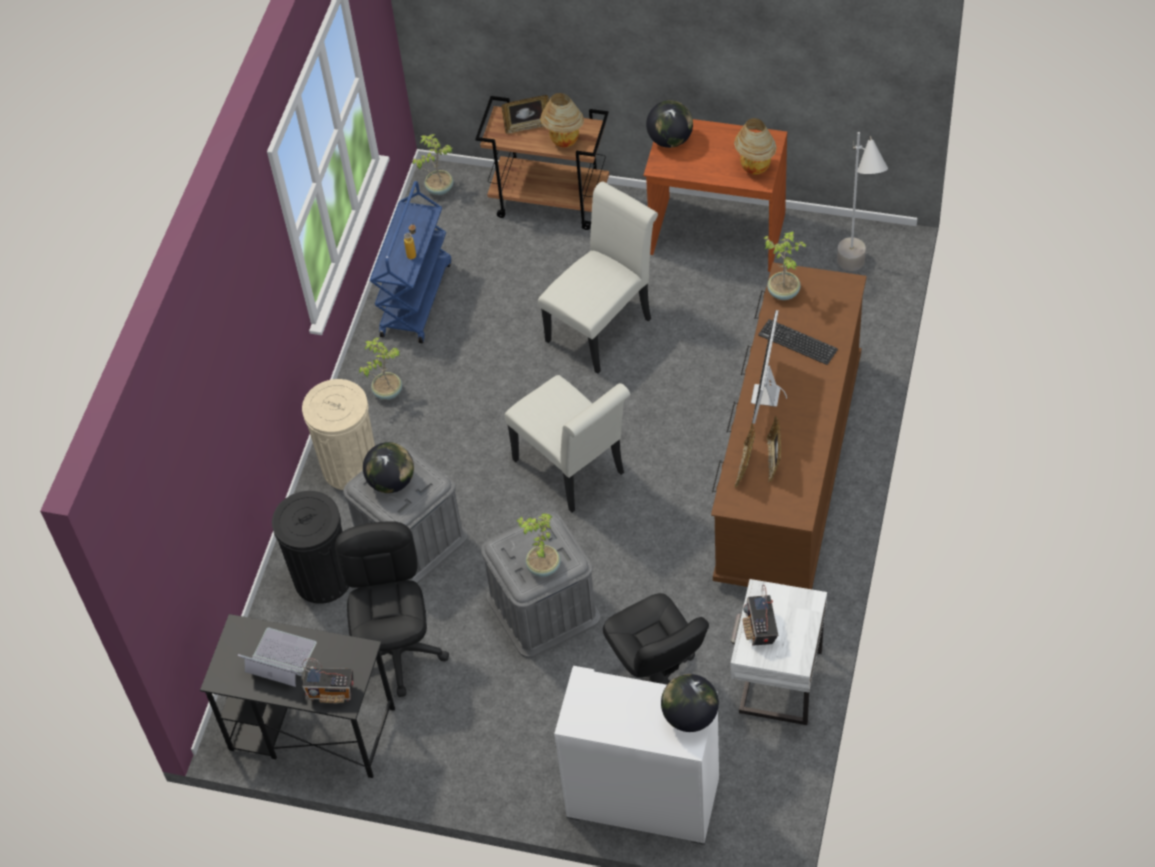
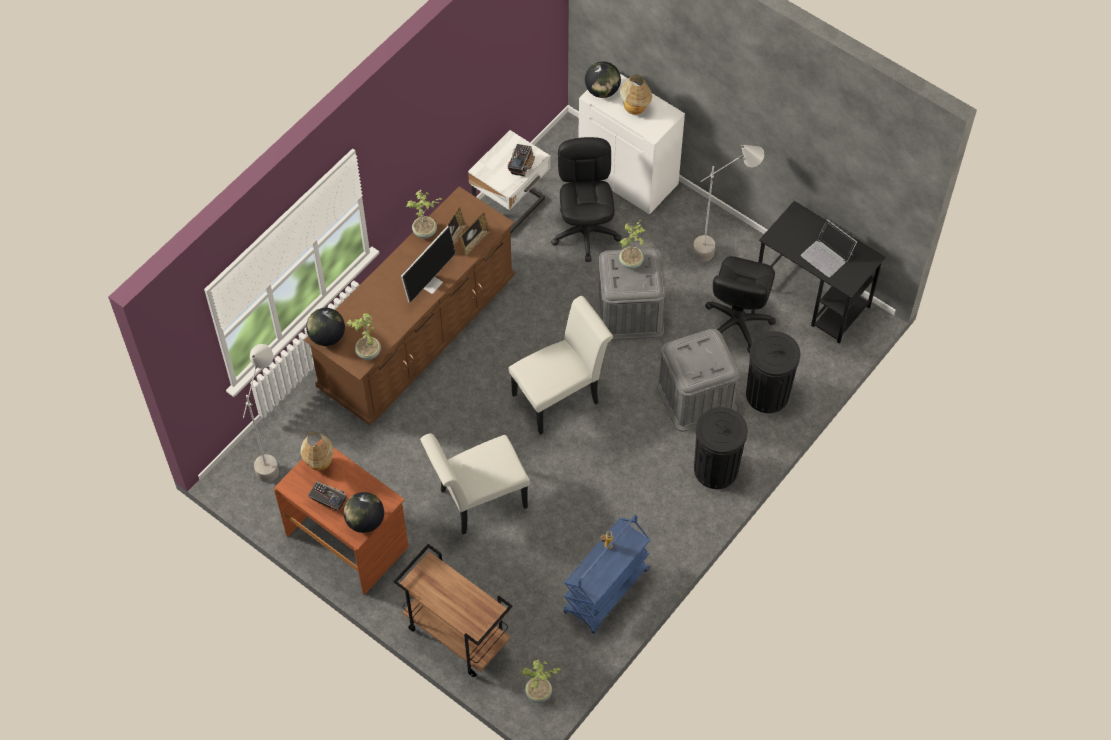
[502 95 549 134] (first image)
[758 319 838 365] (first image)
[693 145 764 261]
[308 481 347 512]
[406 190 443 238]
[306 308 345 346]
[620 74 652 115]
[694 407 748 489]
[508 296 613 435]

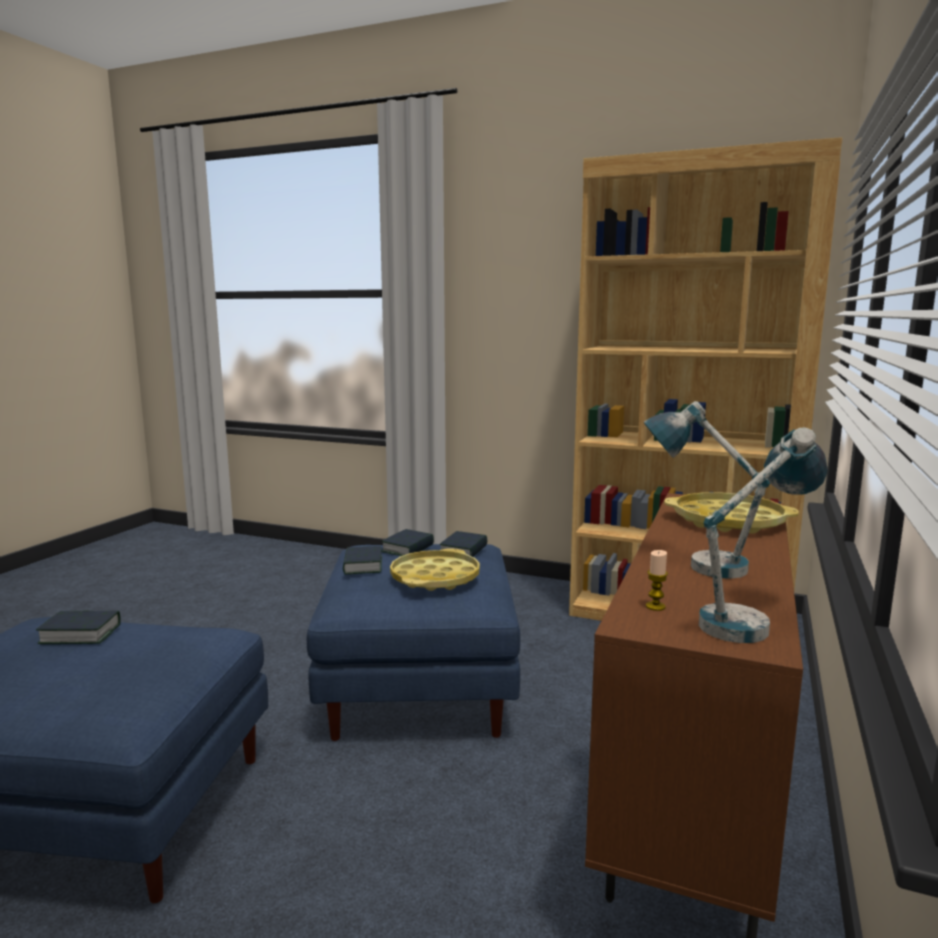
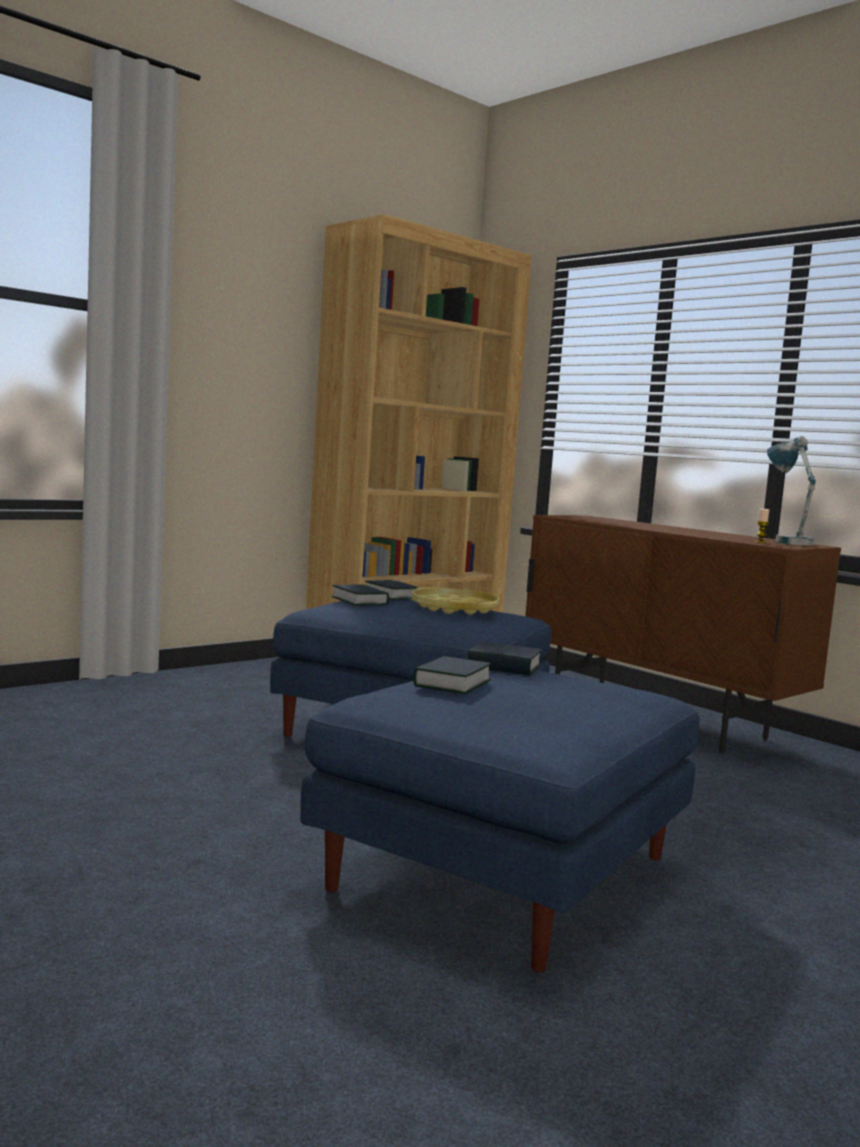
[644 401 770 579] (first image)
[664 492 799 534] (first image)
[467 642 542 676]

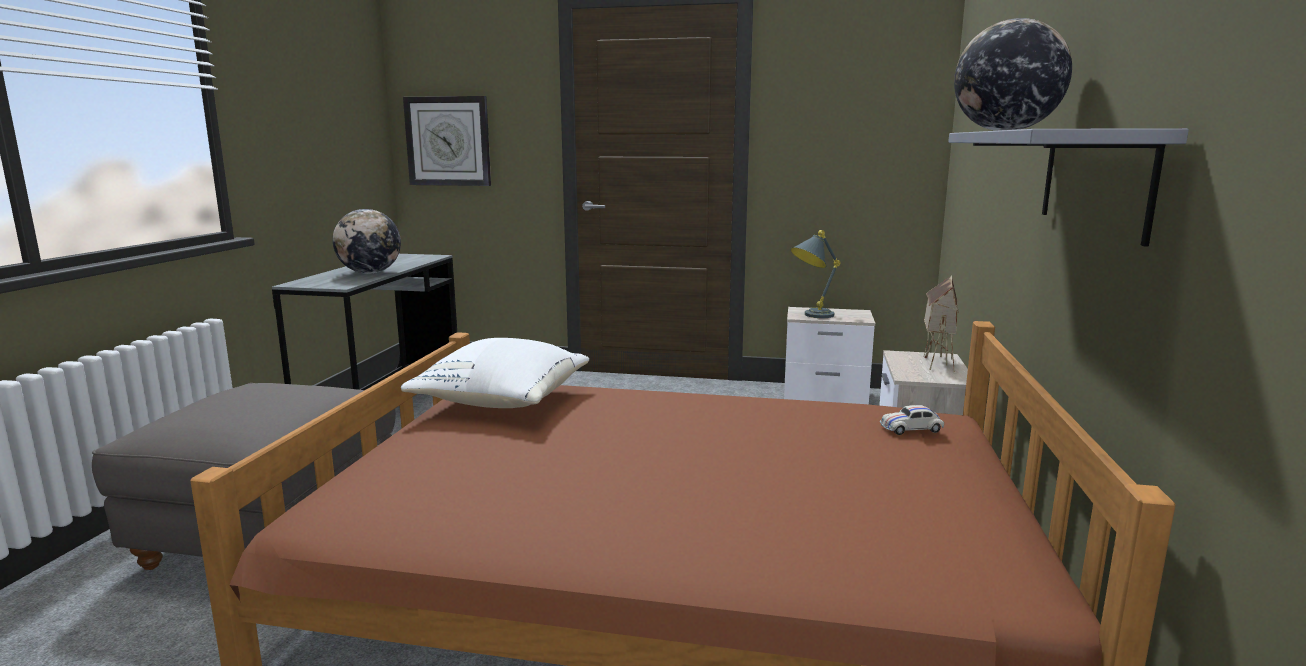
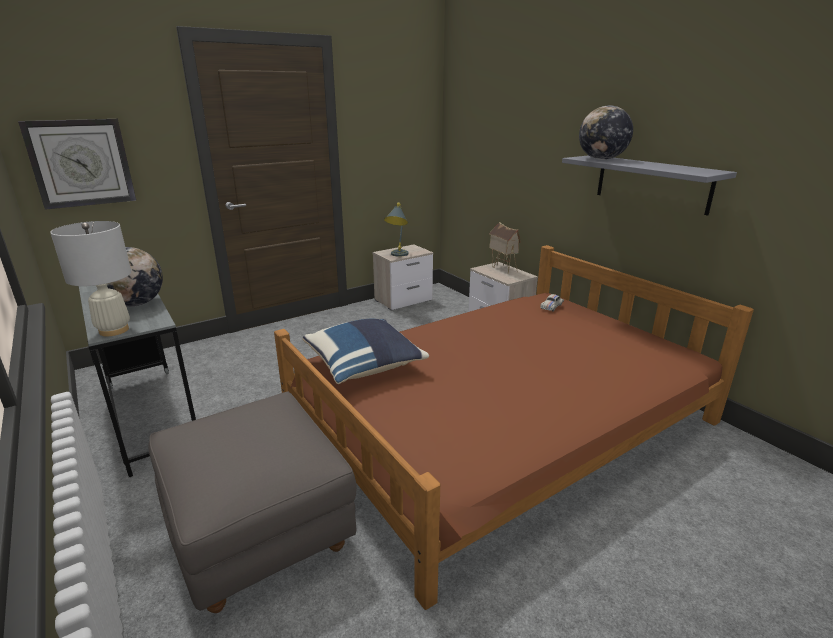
[50 221 131 336]
[303 319 429 384]

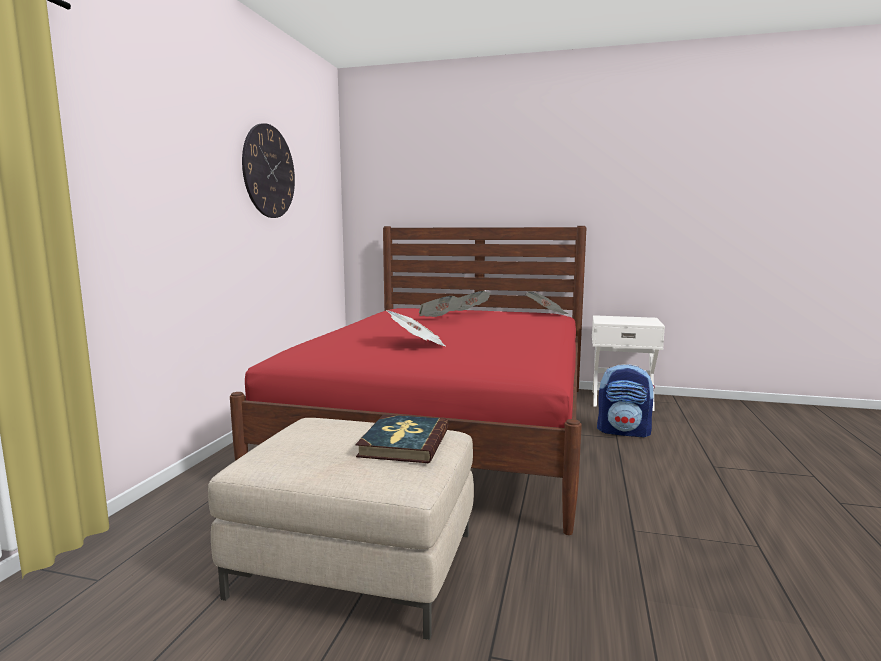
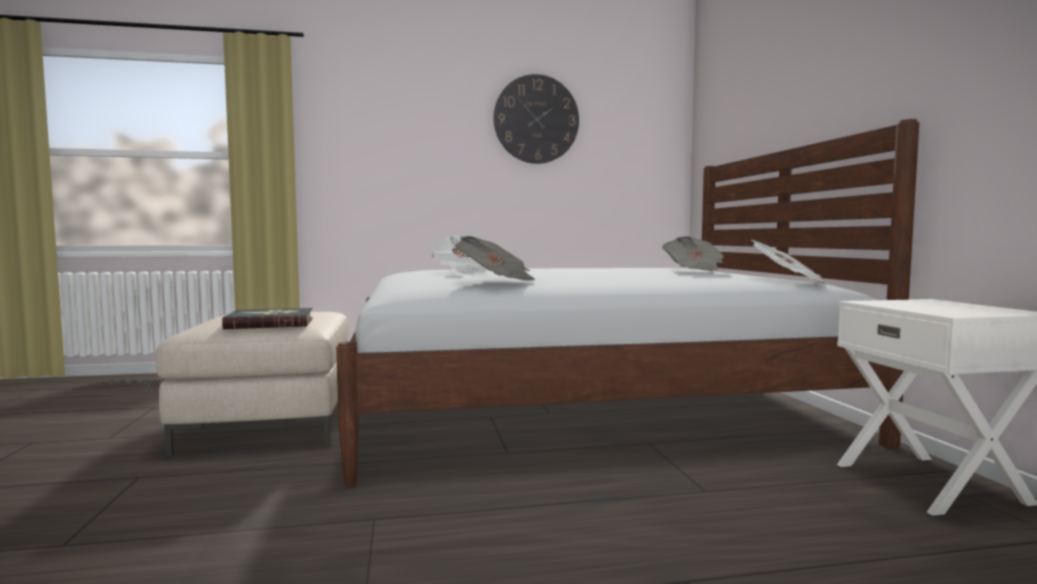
[597 364 655 438] (first image)
[455 236 535 281]
[336 119 919 487]

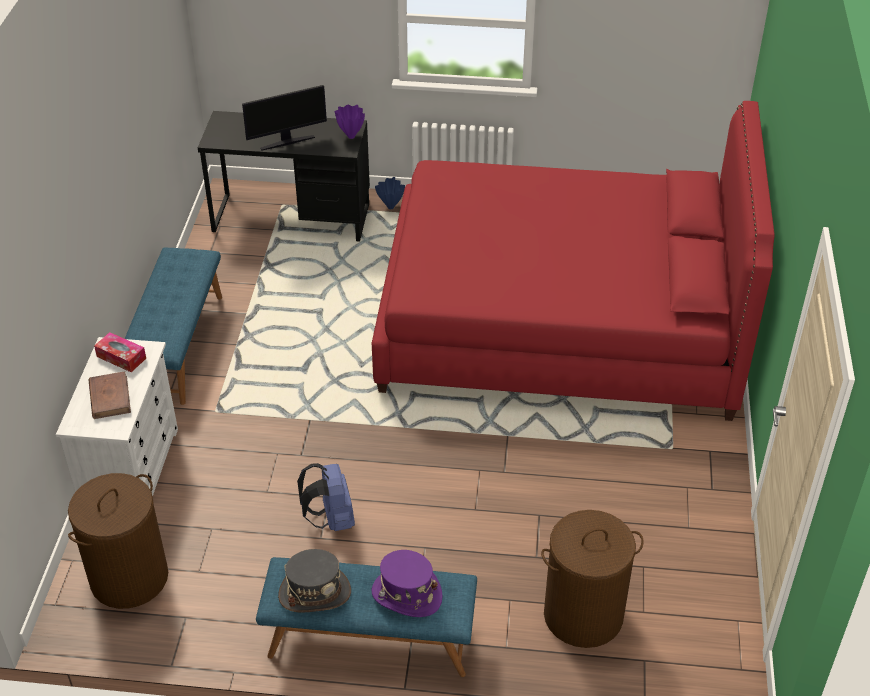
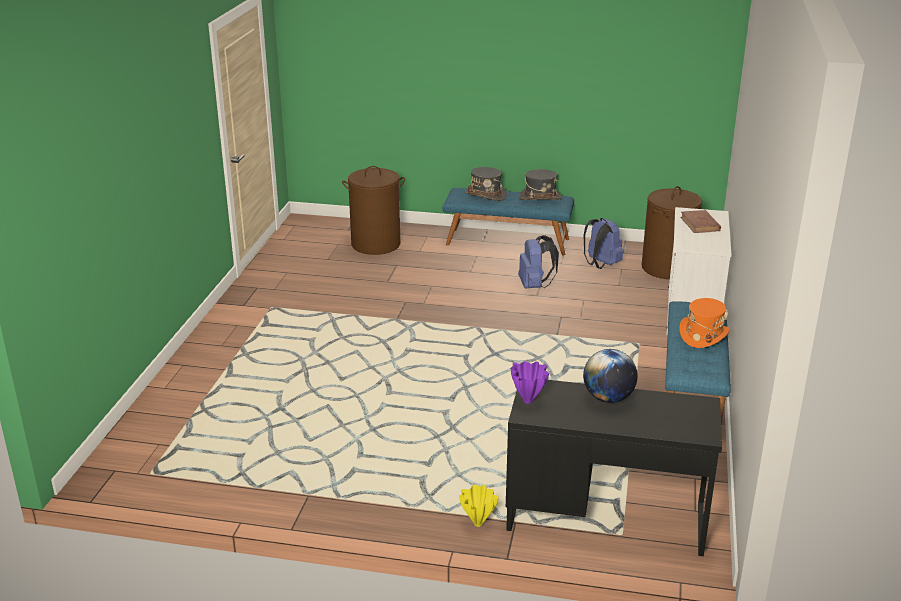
[94 332 146 372] (first image)
[372 101 775 421] (first image)
[583 218 623 269]
[679 298 730 348]
[583 349 638 403]
[465 167 507 201]
[459 484 499 527]

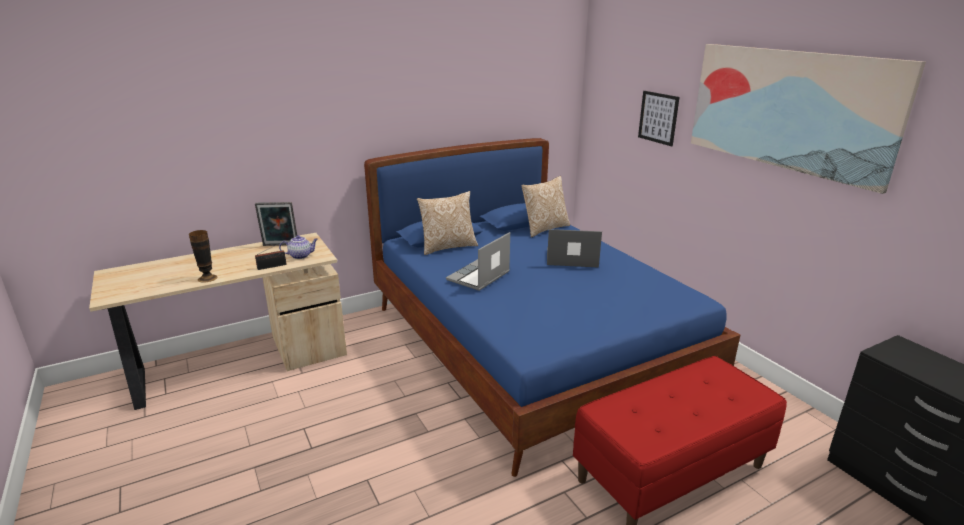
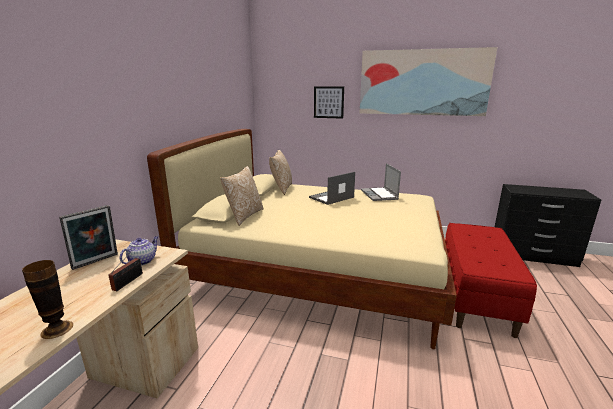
[361 163 401 201]
[147 129 457 349]

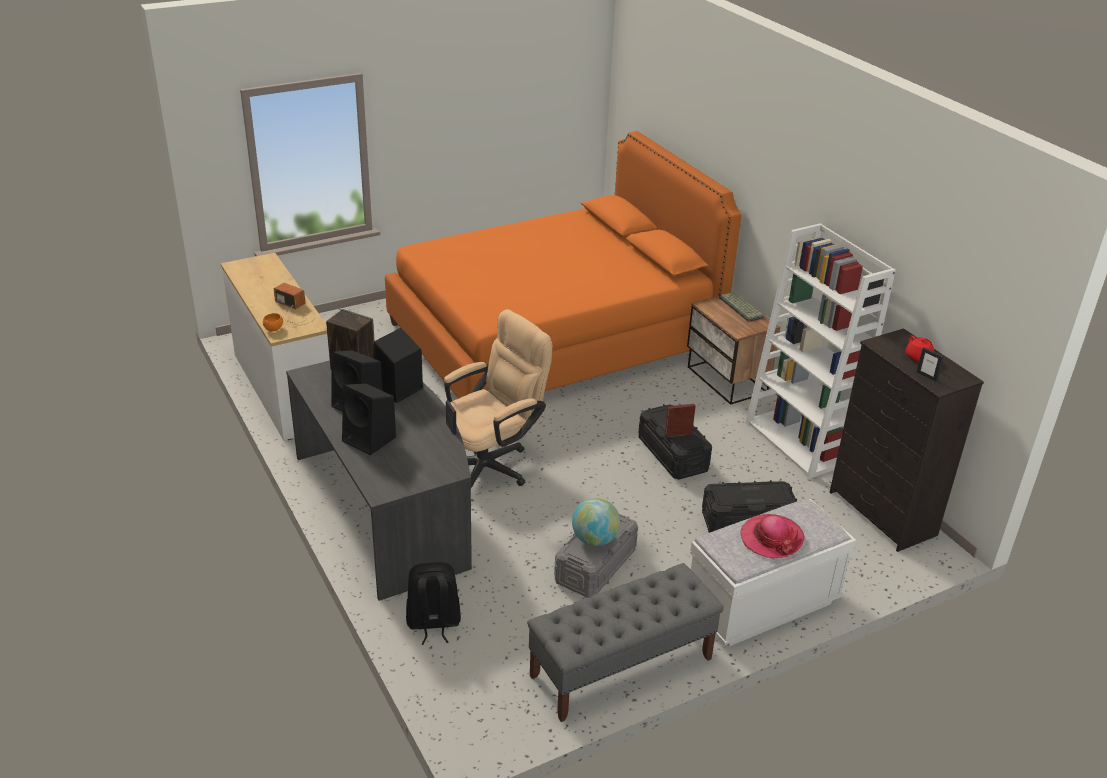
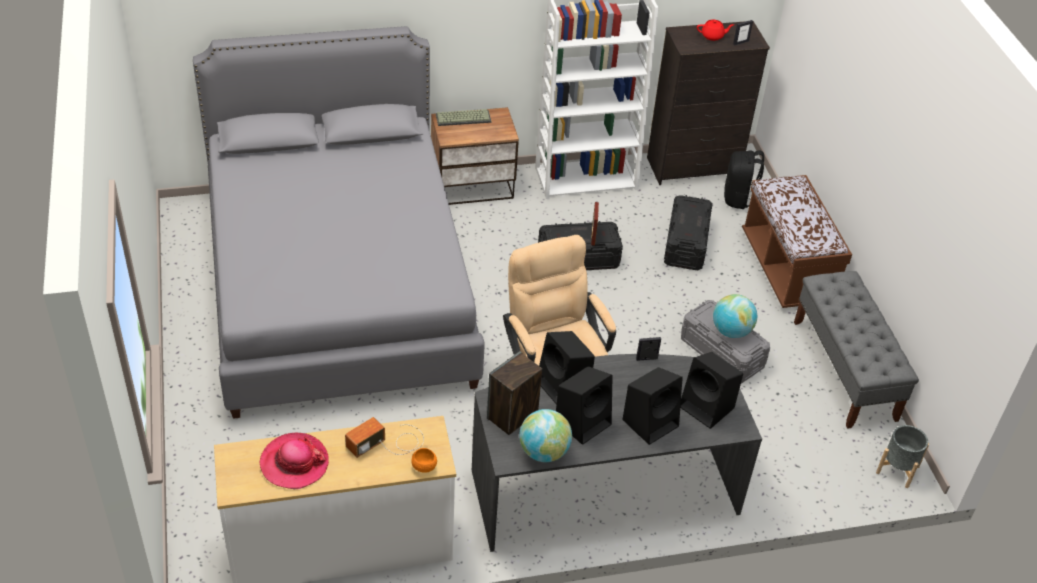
[519 409 572 462]
[680 352 743 429]
[876 425 929 488]
[724 150 764 209]
[259 433 329 489]
[193 26 485 419]
[742 175 852 308]

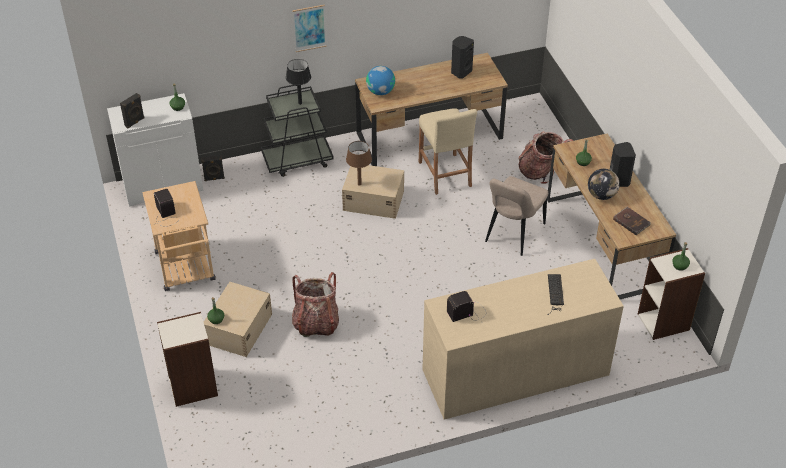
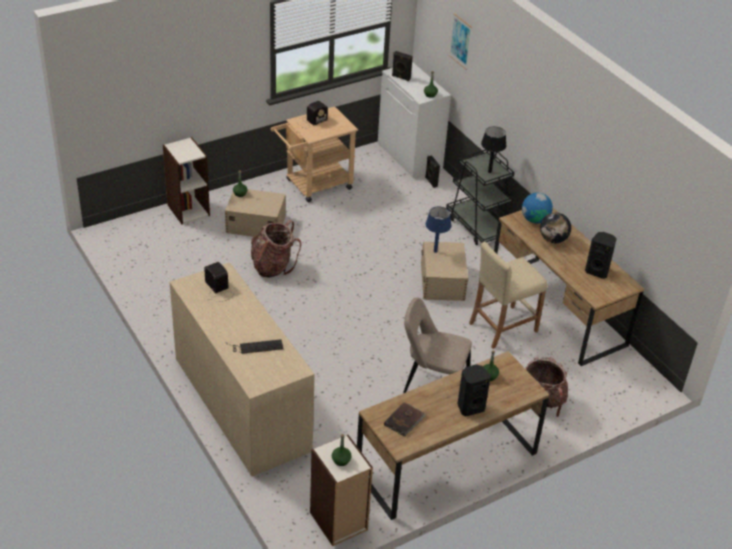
[449 13 472 70]
[540 213 571 243]
[425 207 451 253]

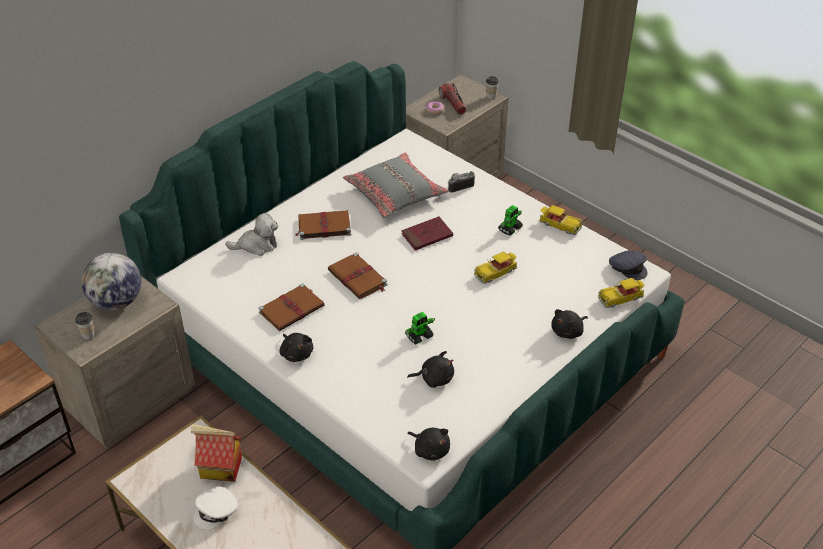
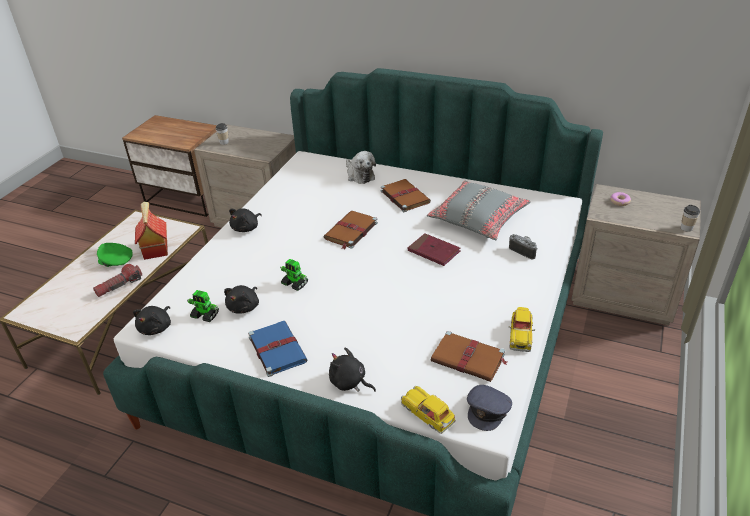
[81 252 141 310] (first image)
[474 252 517 284] (first image)
[248 321 307 377]
[431 331 507 382]
[93 264 142 297]
[187 290 219 322]
[97 243 133 267]
[224 285 259 314]

